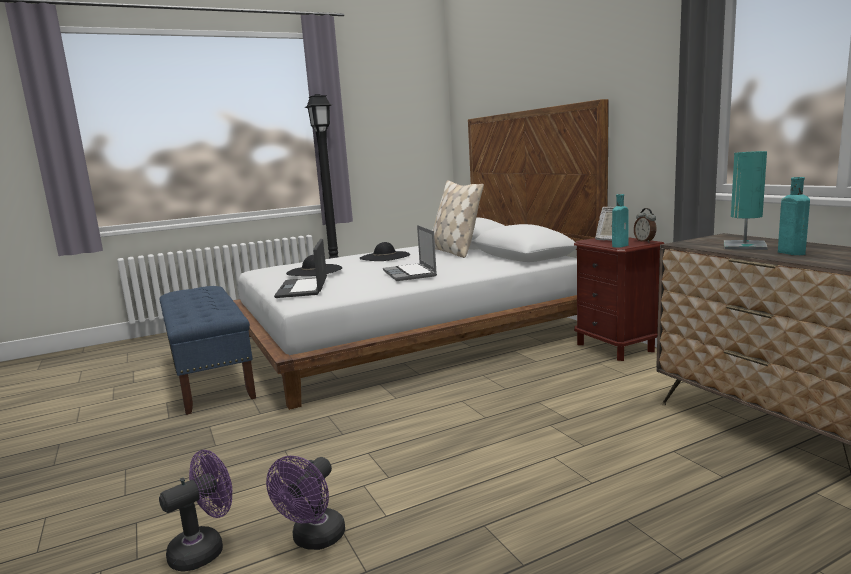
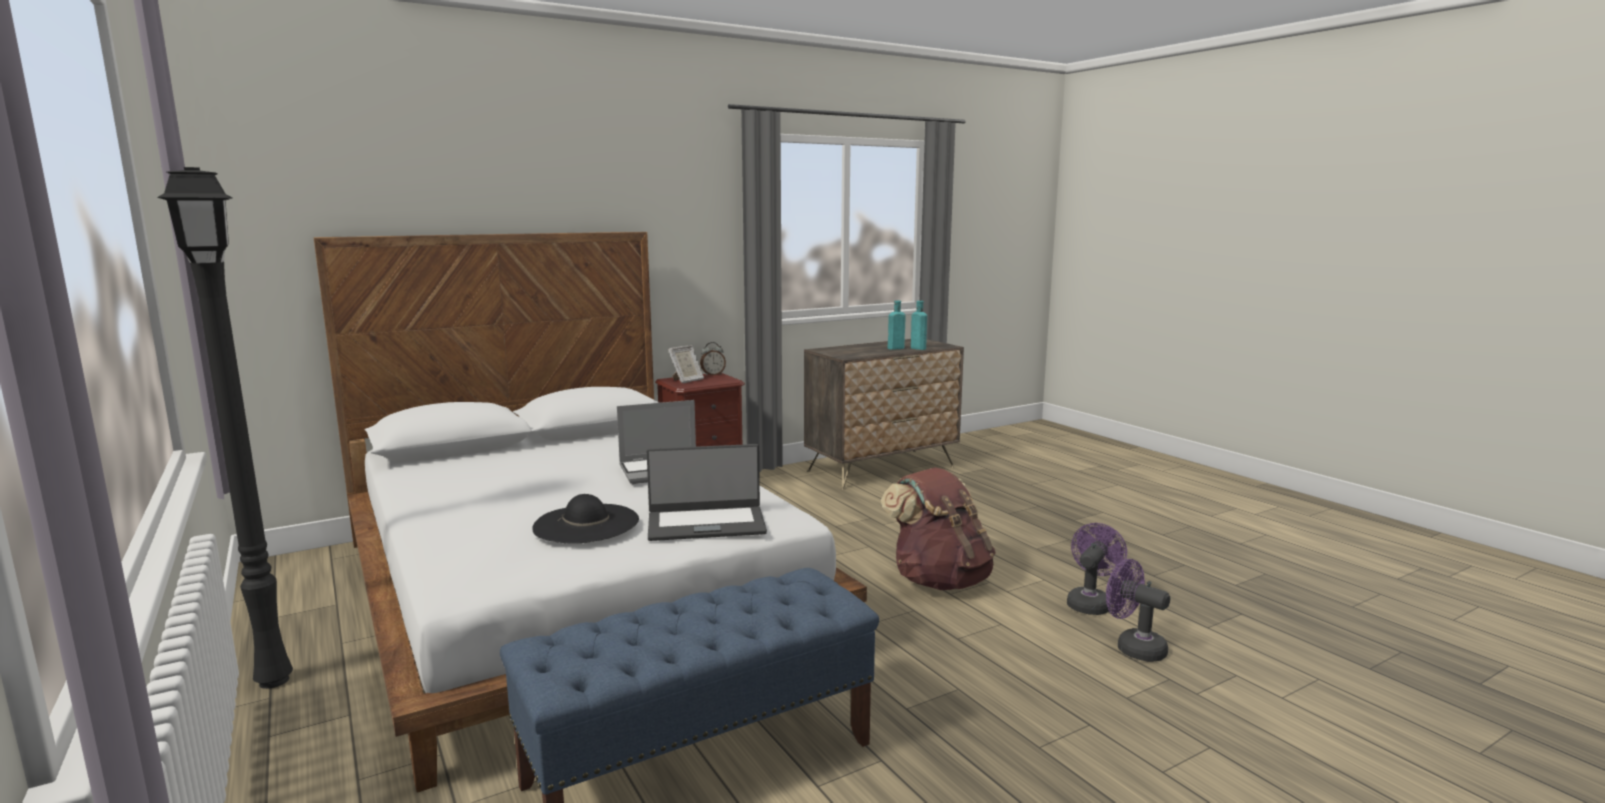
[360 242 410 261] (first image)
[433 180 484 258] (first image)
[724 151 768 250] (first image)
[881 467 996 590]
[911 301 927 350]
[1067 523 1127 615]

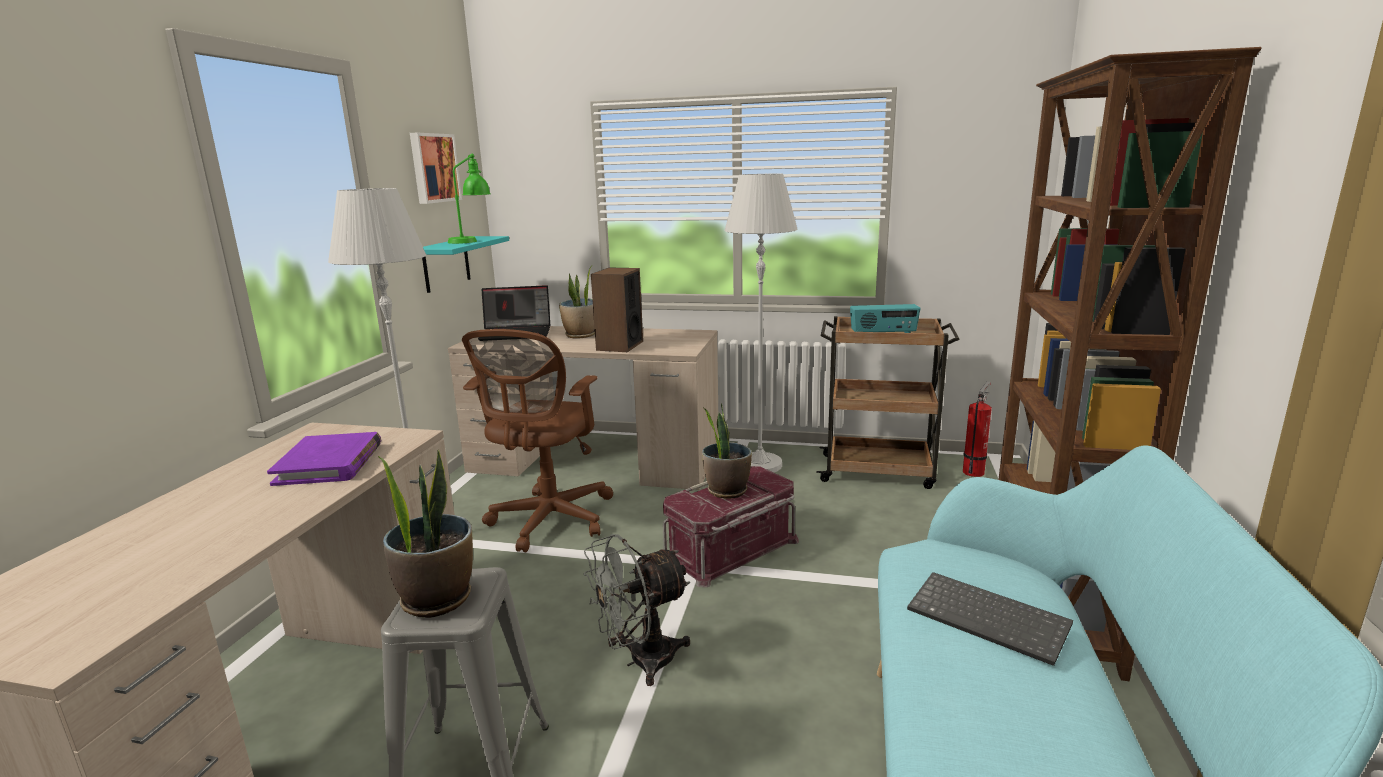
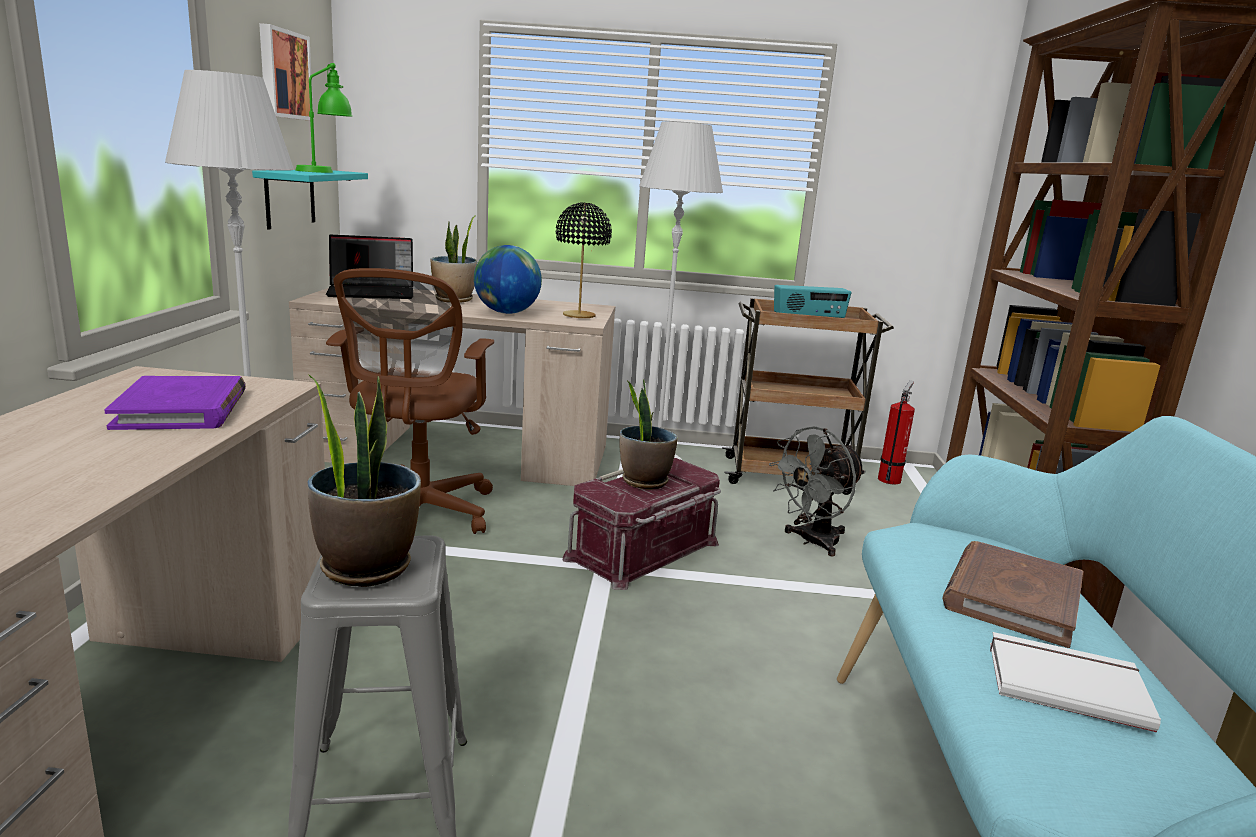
[556 202 612 318]
[990 632 1161 732]
[769 426 866 557]
[474 245 542 314]
[942 541 1083 648]

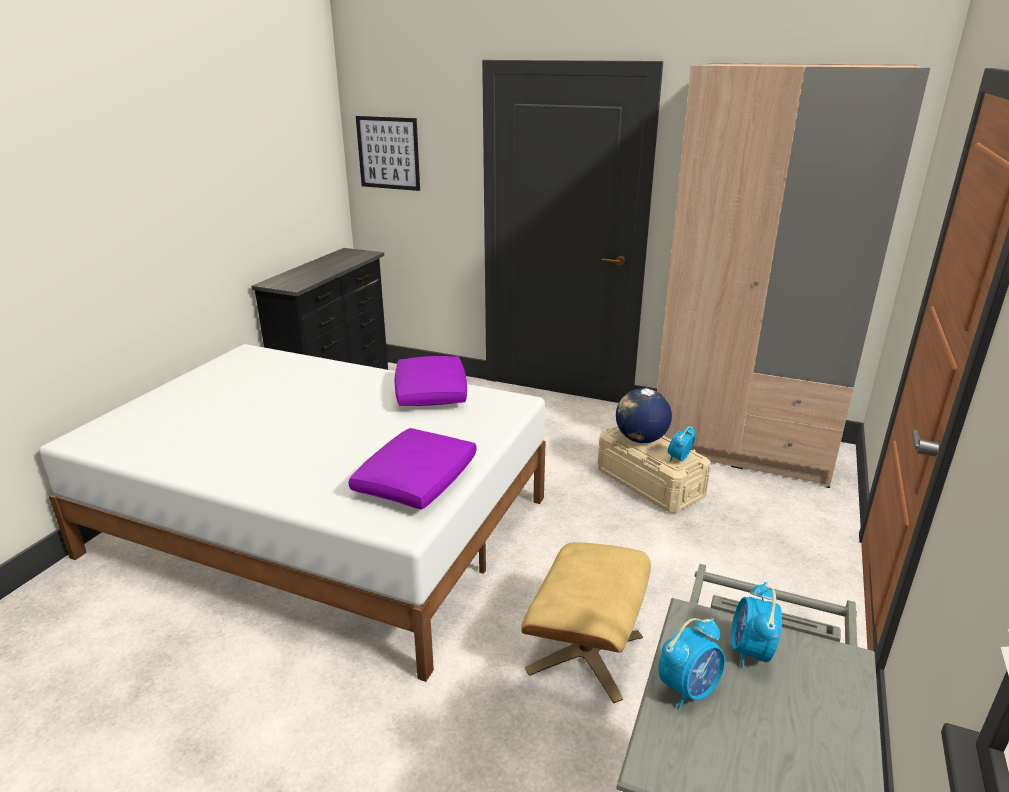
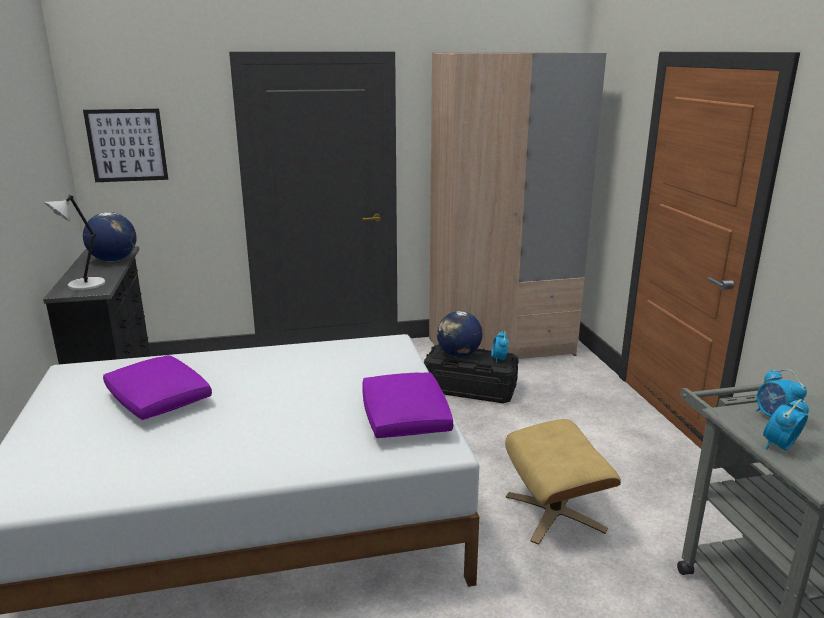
[44 195 105 290]
[83 212 136 261]
[103 355 212 420]
[424 344 519 403]
[763 399 809 451]

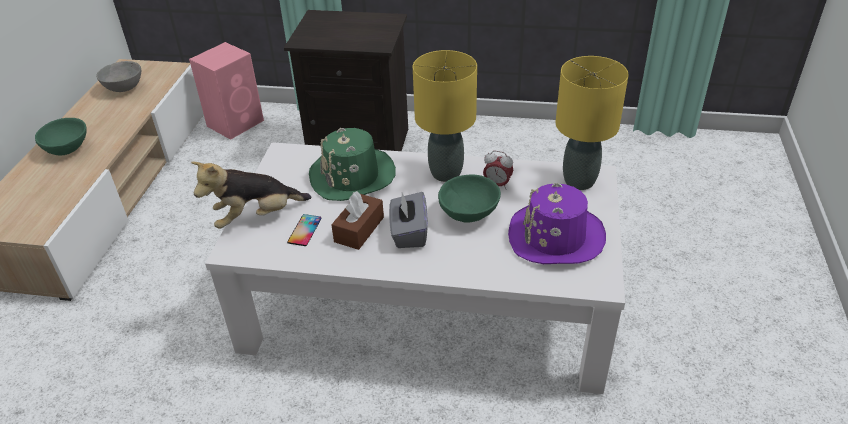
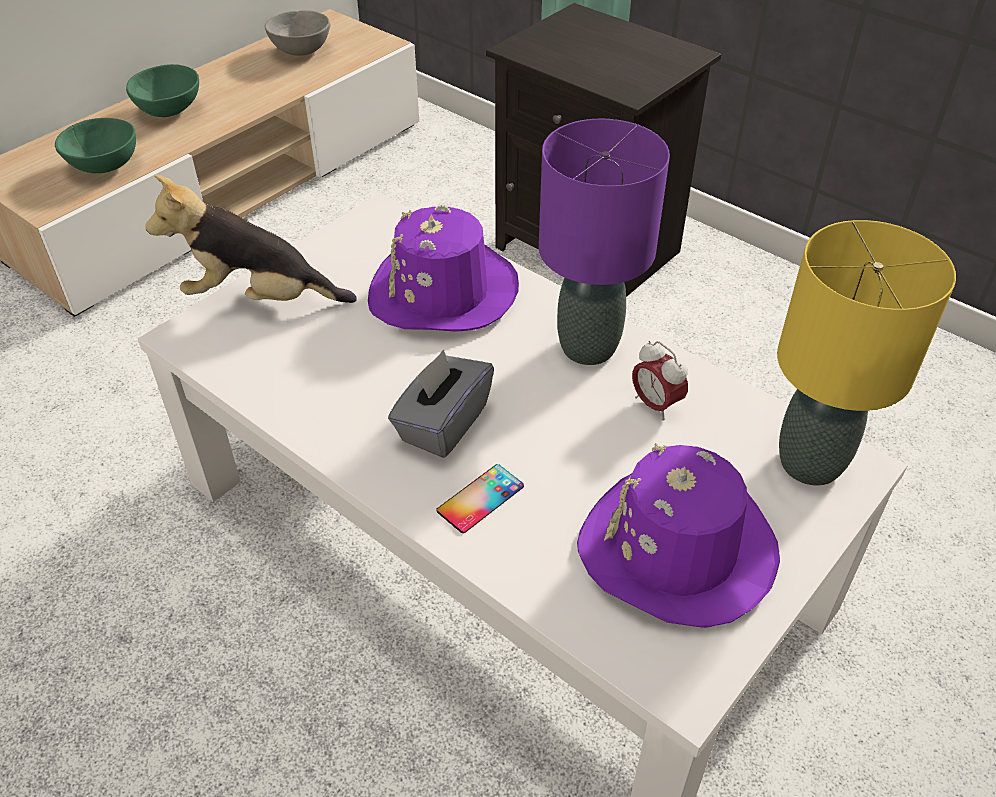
[189 42 264 140] (first image)
[332 191 384 250] (first image)
[436 464 524 533]
[55 118 136 173]
[368 204 519 332]
[539 118 670 365]

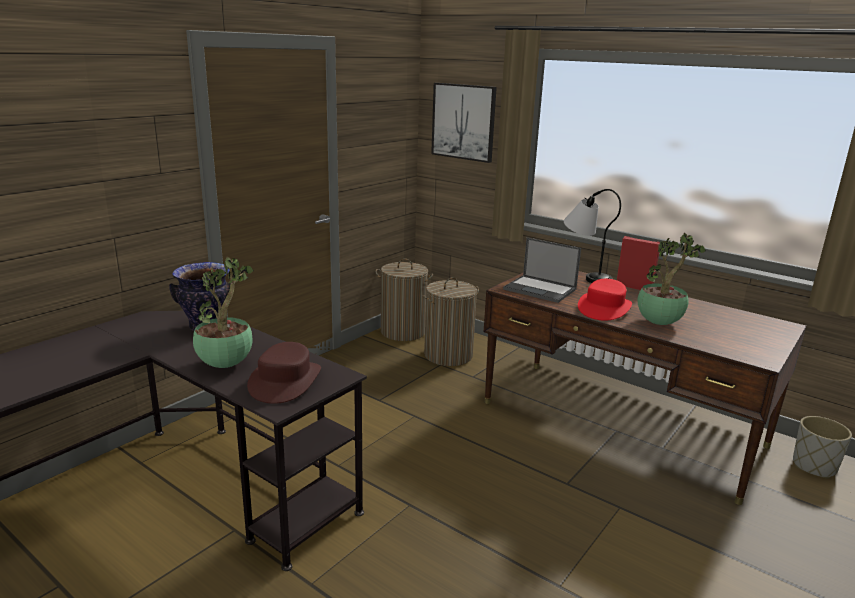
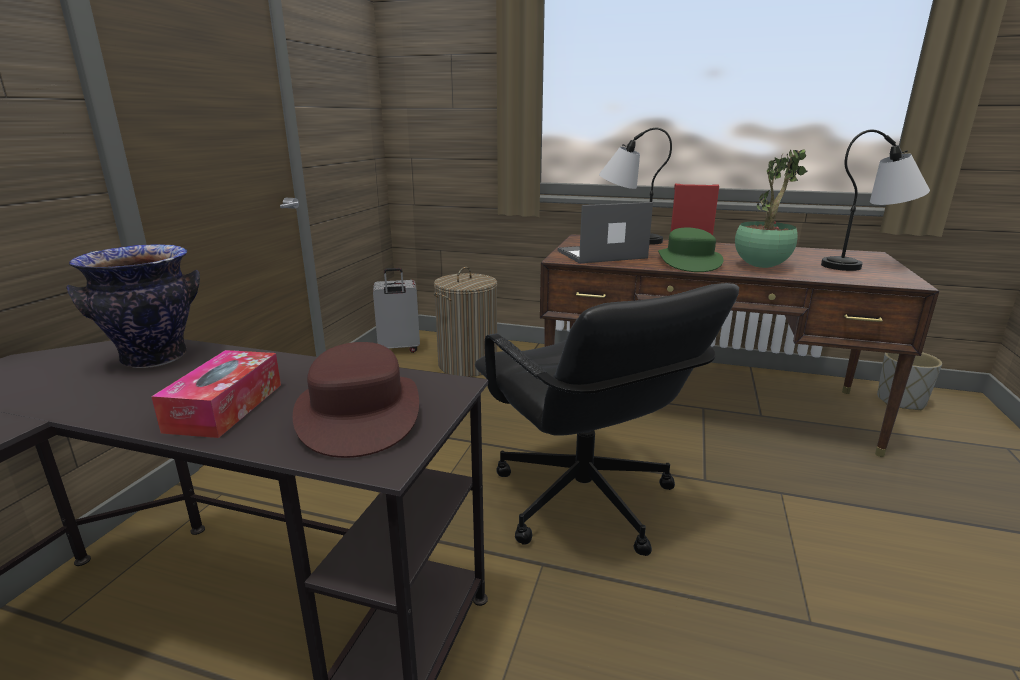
[431 83 497 163] (first image)
[475 283 739 556]
[821 130 930 271]
[151 350 281 438]
[373 268 420 353]
[658 228 723 272]
[558 202 653 264]

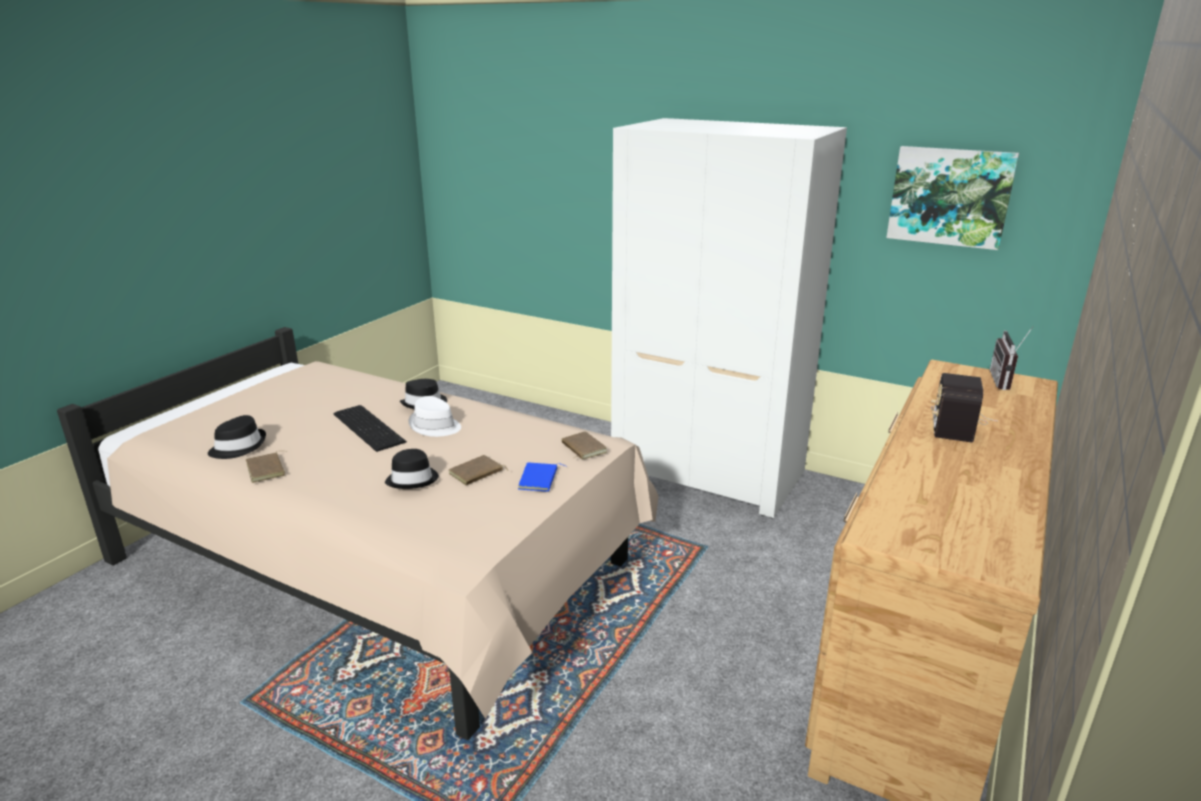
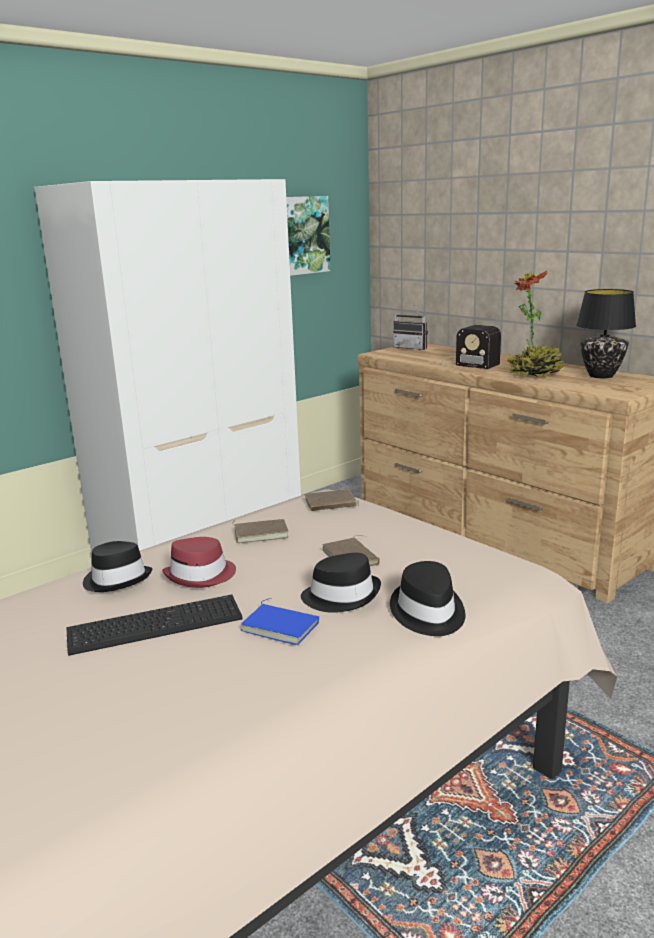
[507 270 564 377]
[576 289 636 378]
[390 561 465 636]
[232 519 289 543]
[241 598 319 645]
[162 537 236 588]

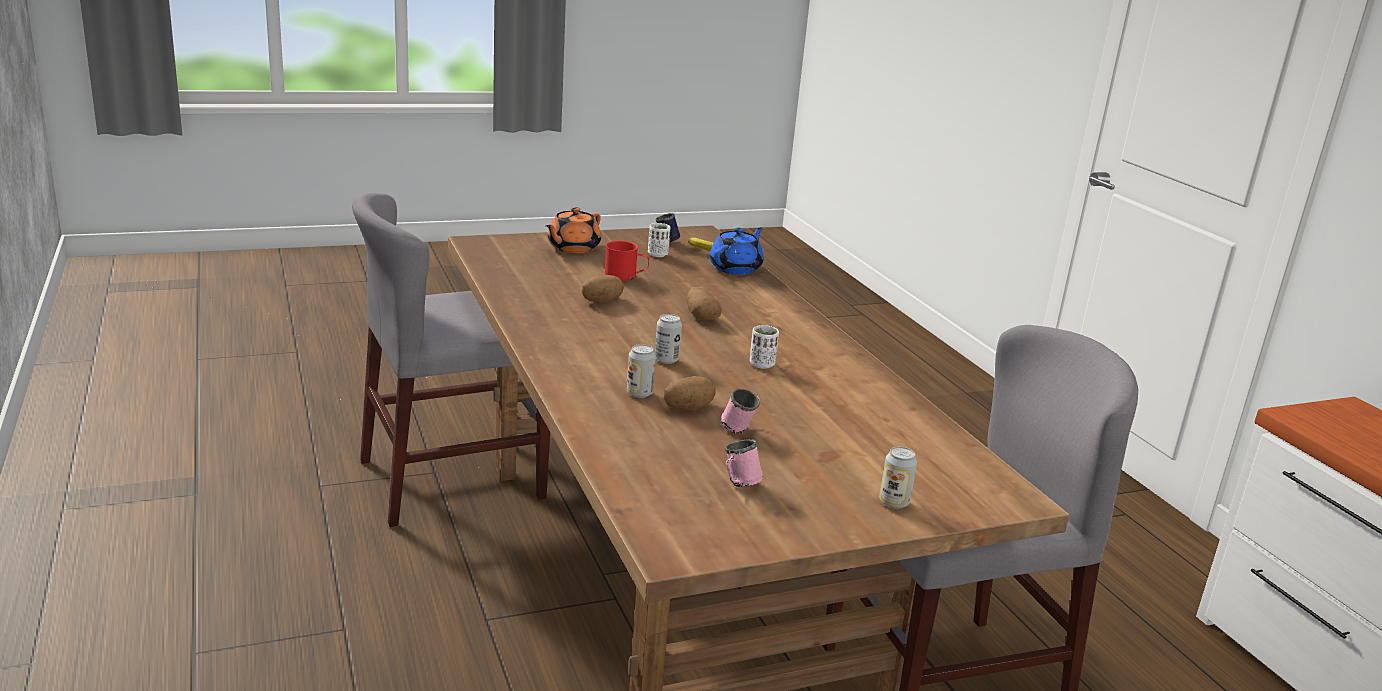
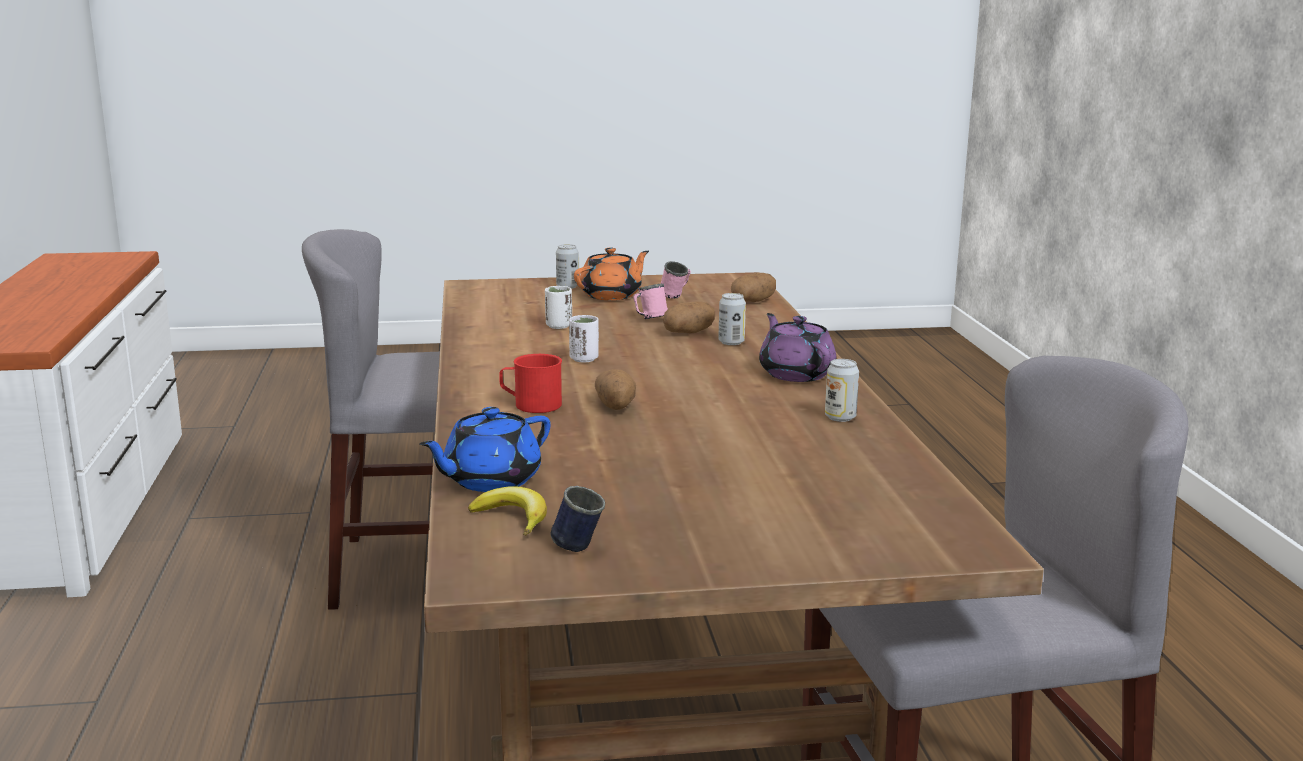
[759 313 837 382]
[574 248 649 300]
[731 273 776 302]
[499 354 562 413]
[545 286 572 329]
[825 359 859 422]

